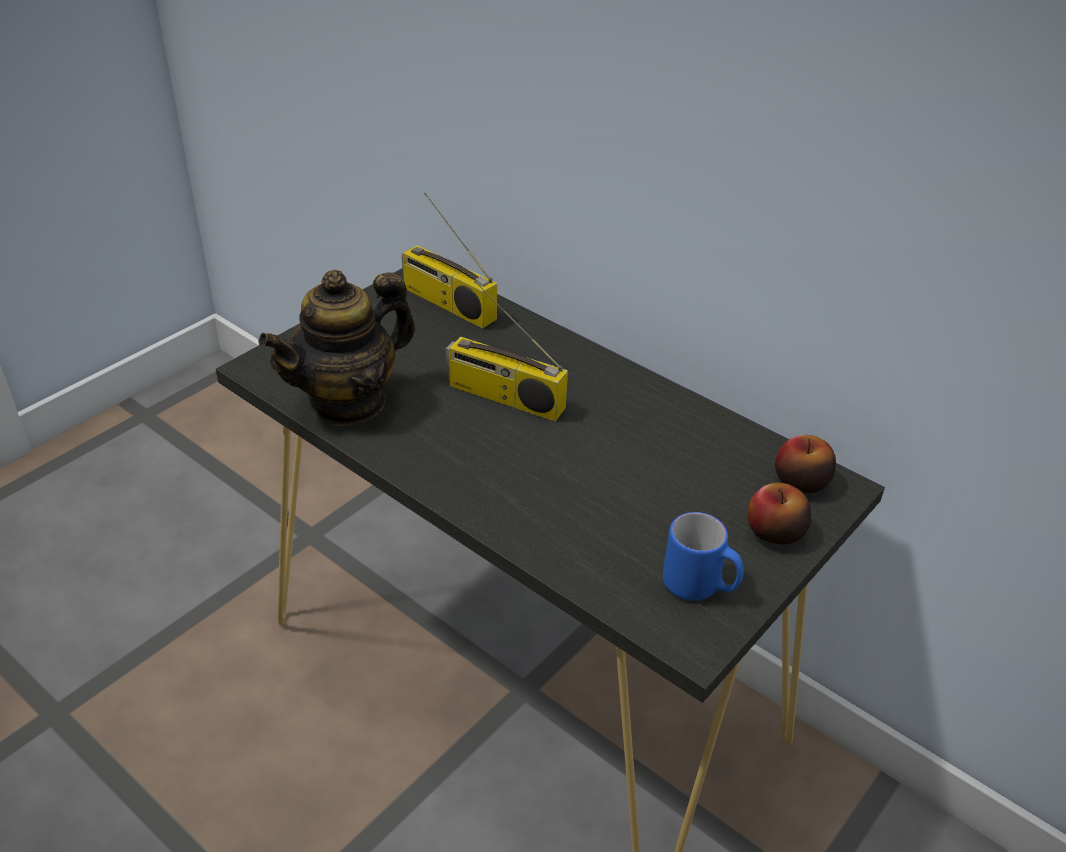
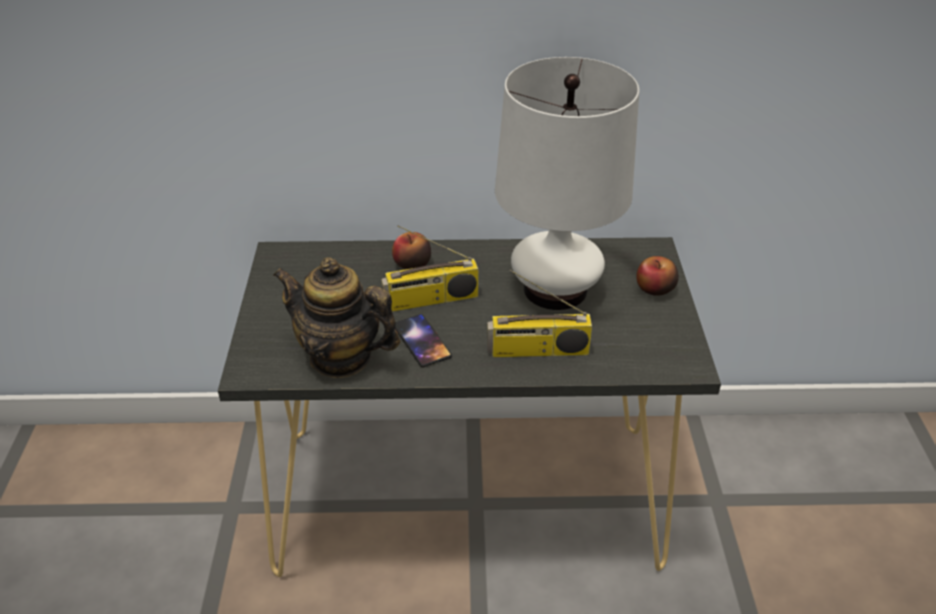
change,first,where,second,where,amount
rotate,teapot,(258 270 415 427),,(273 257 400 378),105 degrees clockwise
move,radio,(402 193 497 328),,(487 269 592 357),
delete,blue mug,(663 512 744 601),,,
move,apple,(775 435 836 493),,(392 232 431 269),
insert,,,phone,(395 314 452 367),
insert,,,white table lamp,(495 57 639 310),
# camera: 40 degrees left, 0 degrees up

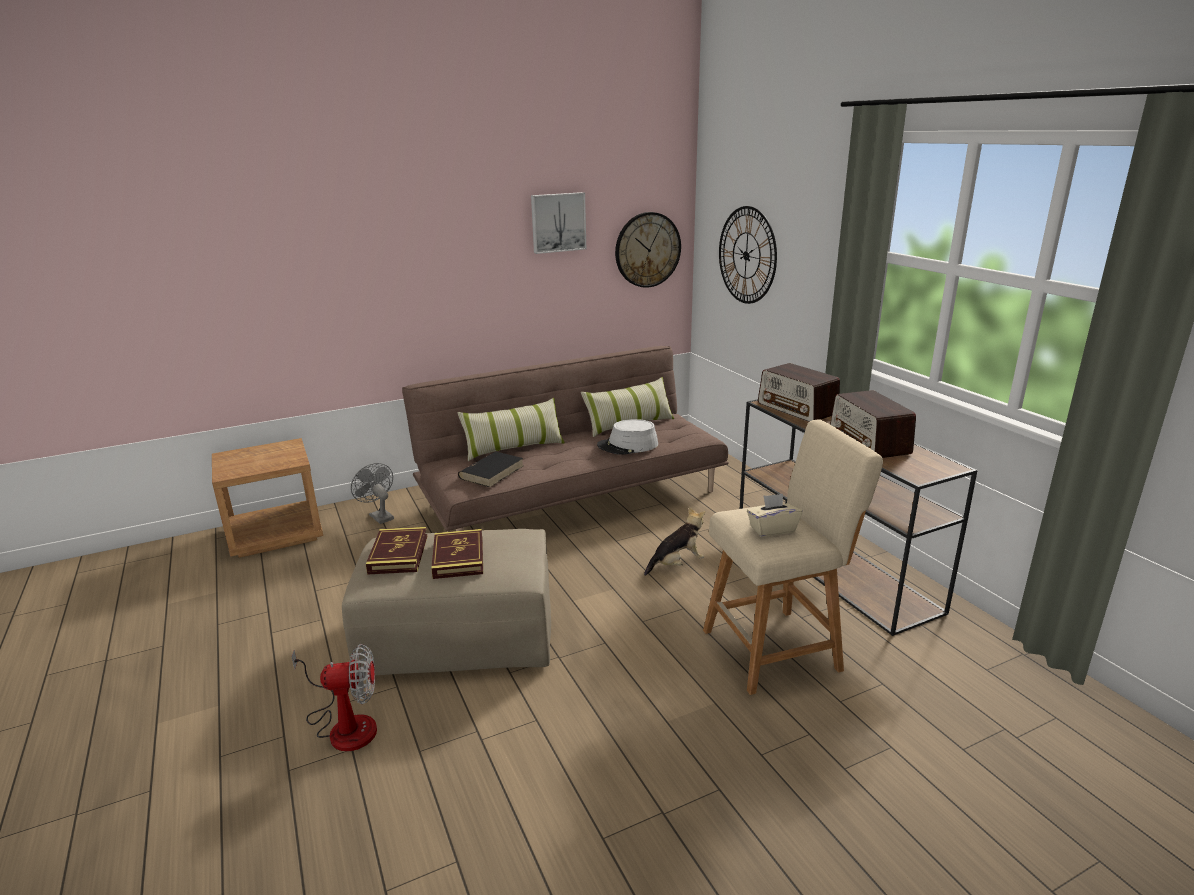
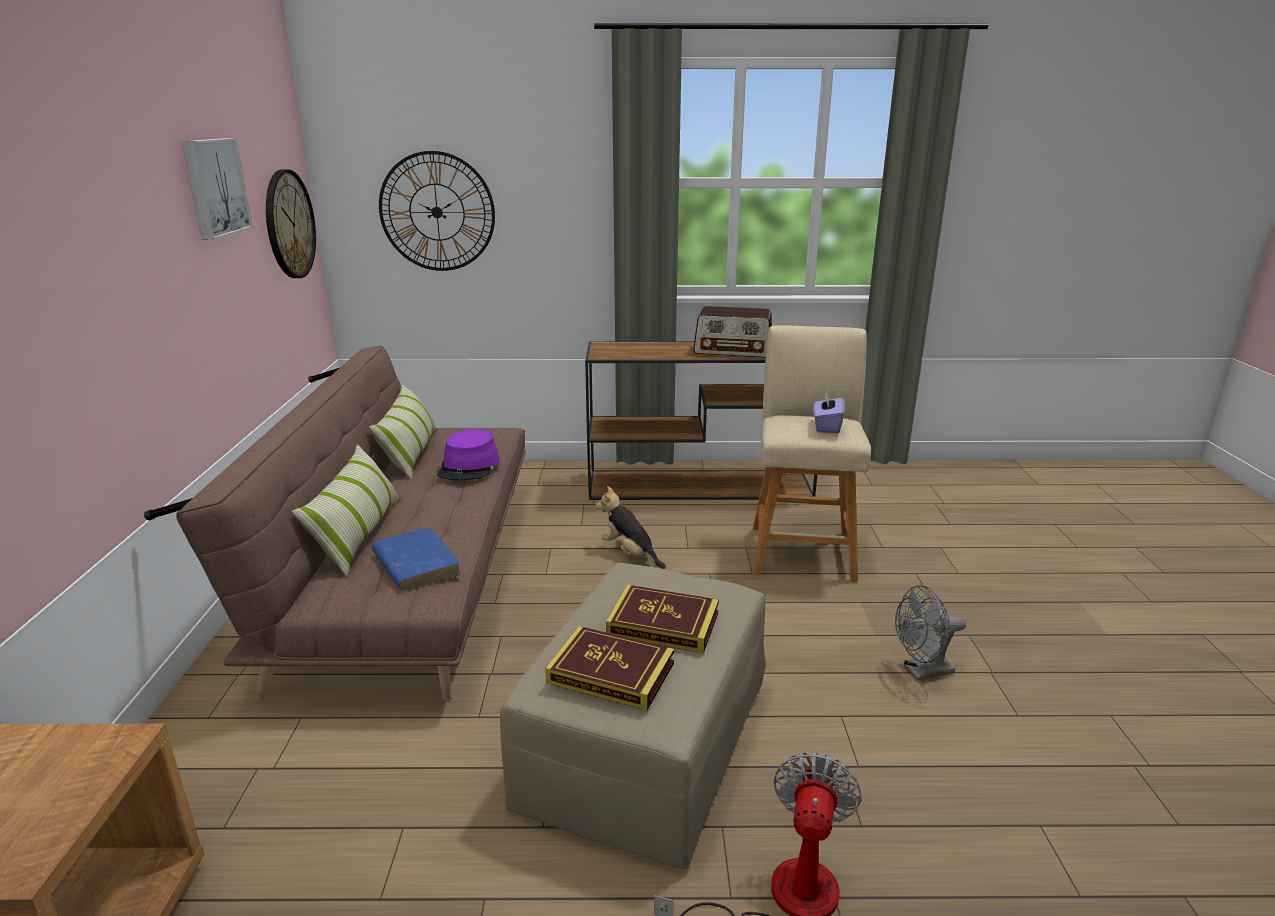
change,first,where,second,where,amount
move,grey fan,(351 463 394 524),,(895 585 966 680),
recolor,black book,(458 452 523 487),blue book,(372 527 461 591),
recolor,grey hat,(597 419 658 455),purple hat,(437 429 500 481),
rotate,plush toy,(644 507 705 576),,(596 486 666 569),45 degrees counterclockwise
recolor,beige tissue box,(747 494 802 537),purple tissue box,(813 391 845 433),
delete,radio,(758 363 840 422),,,
# camera: 65 degrees left, 0 degrees up

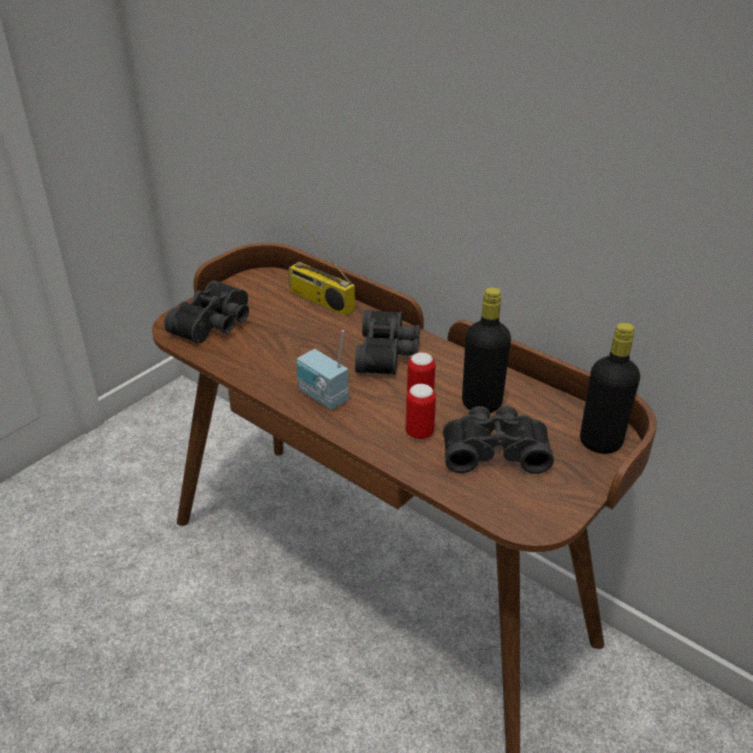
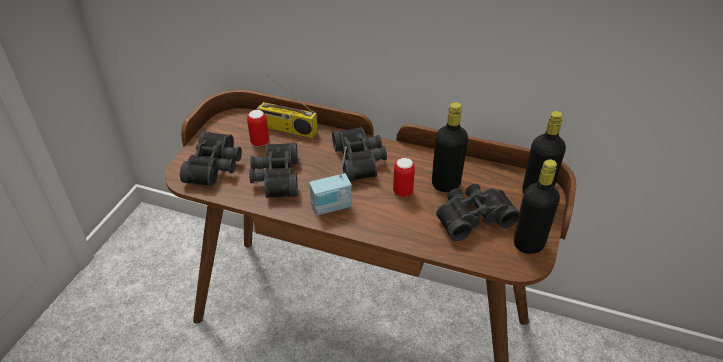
change,first,where,second,where,amount
rotate,radio,(296 330 349 410),,(309 147 352 216),45 degrees counterclockwise
move,can,(405 384 436 440),,(247 110 269 147),
insert,,,black binoculars,(249 143 298 198),
insert,,,black bottle,(514 159 560 254),
# camera: 20 degrees left, 5 degrees up

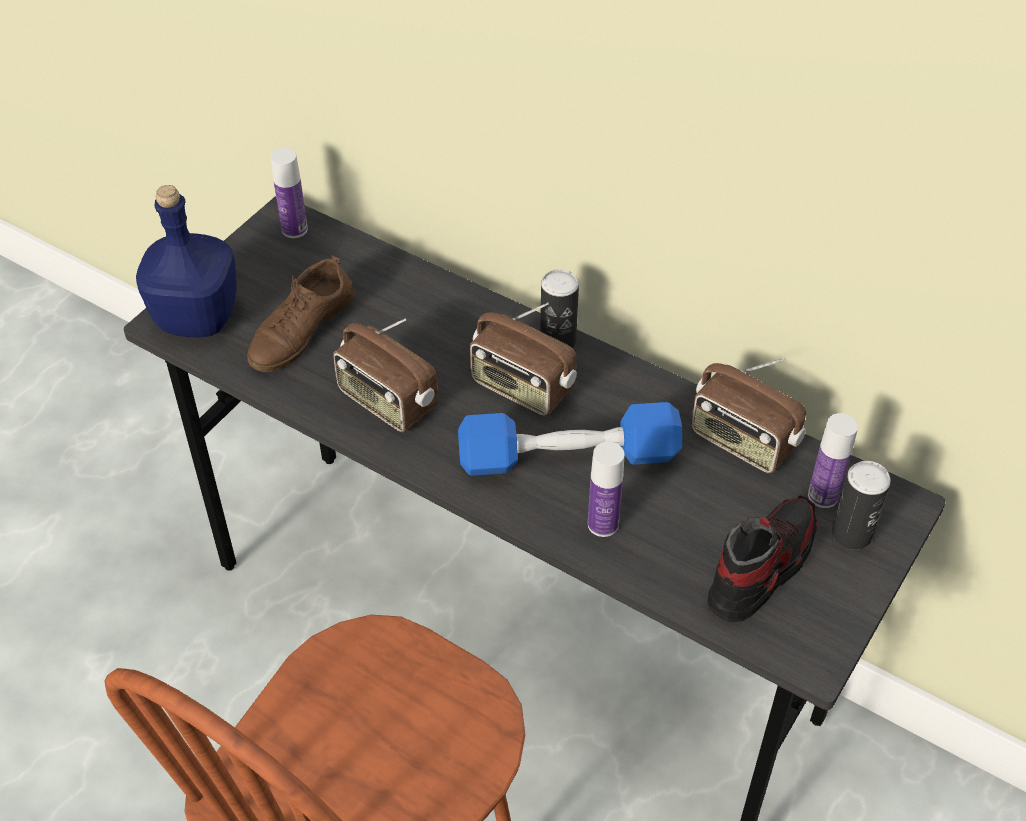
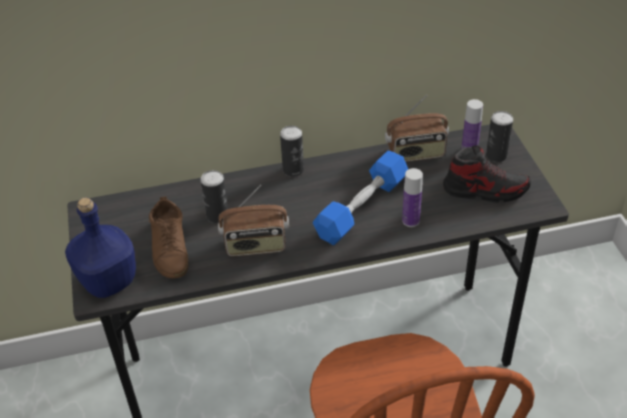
change,first,where,second,where,amount
delete,bottle,(270 148 308 238),,,
delete,radio,(470 302 577 416),,,
rotate,shoe,(707 495 817 622),,(443 145 531 203),105 degrees clockwise
insert,,,can,(200 170 228 223),
# camera: 45 degrees left, 5 degrees down

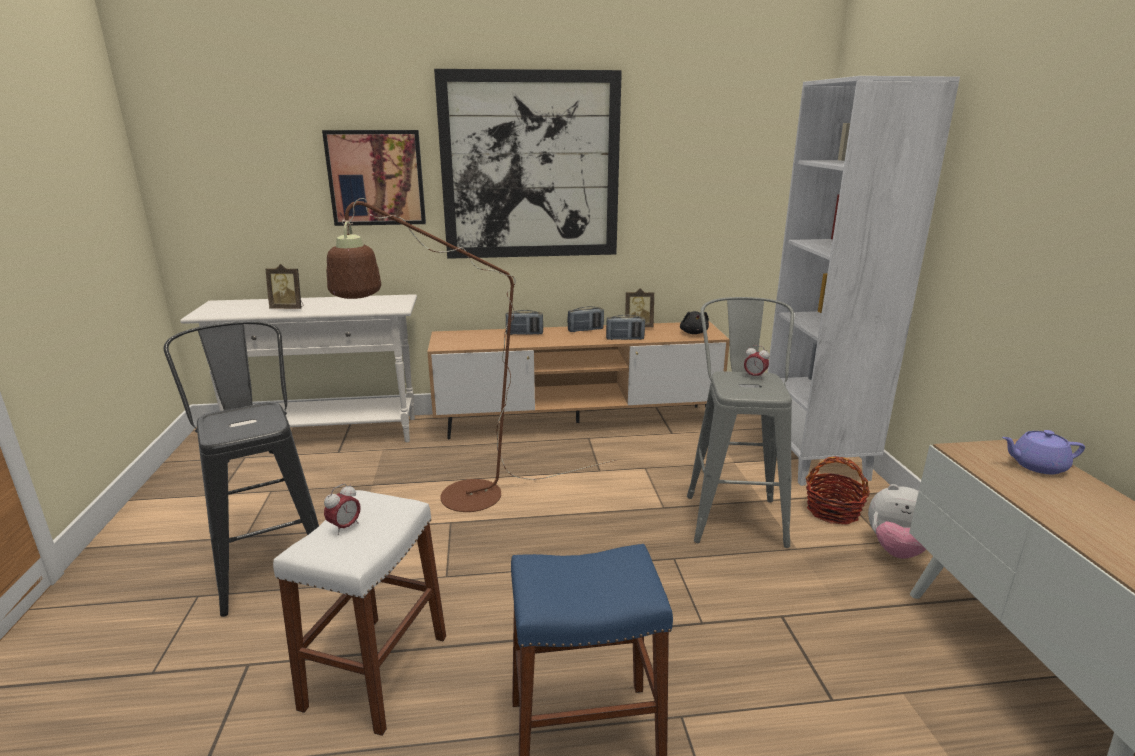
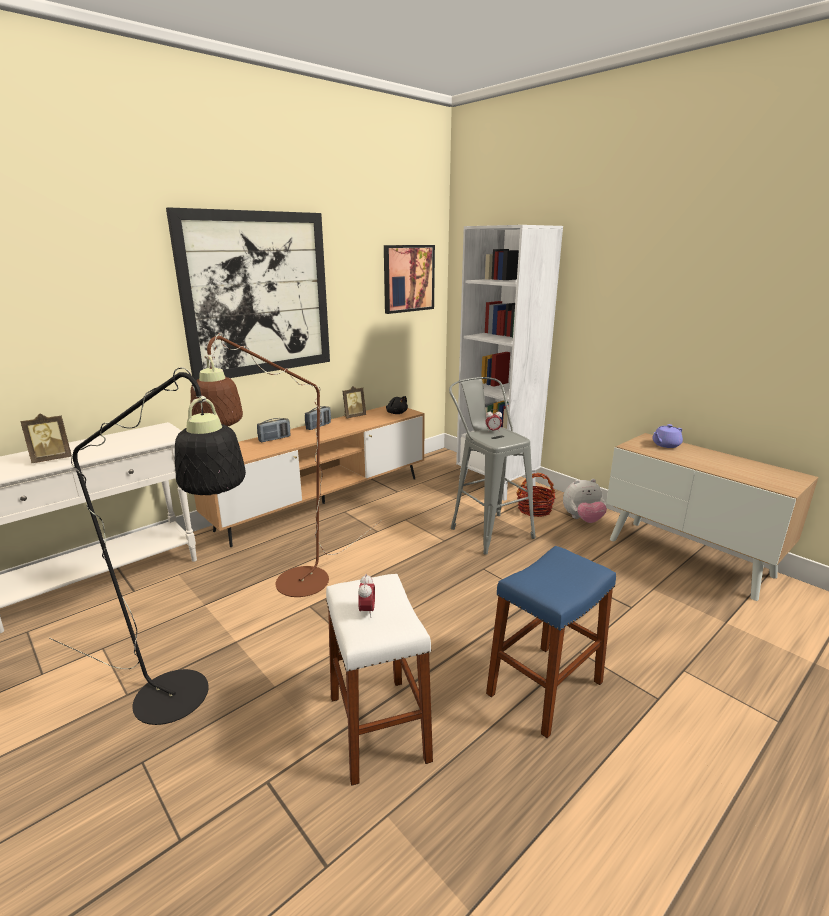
change,first,where,second,where,amount
replace,black stool,(164 321 319 617),black floor lamp,(49 367 246 725),
move,picture,(322 130 426 226),,(384 245 435 314),
delete,radio,(606 315 645 340),,,
# camera: 35 degrees left, 0 degrees up

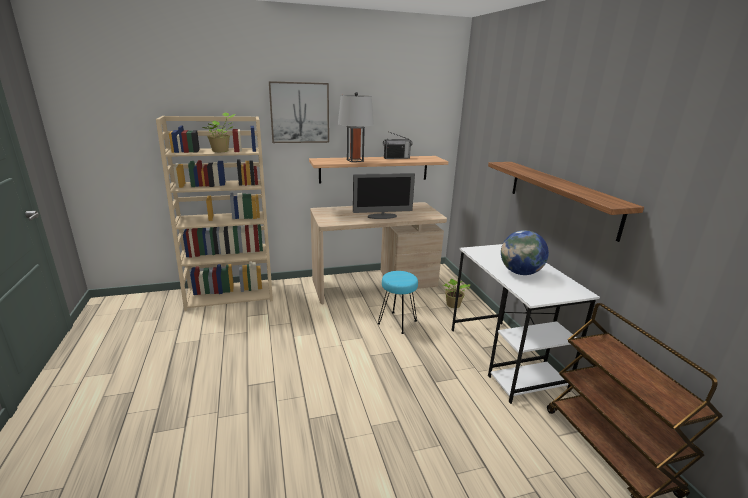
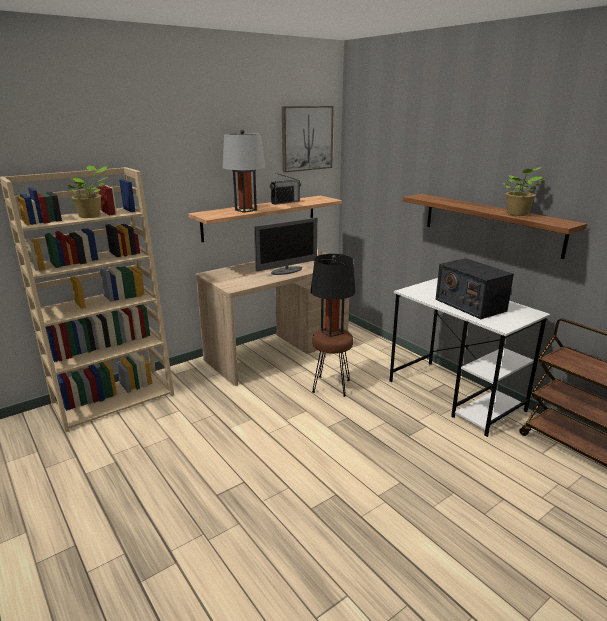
change,first,where,second,where,amount
move,picture,(269 81 329 143),,(282 106 334 173),
recolor,turquoise stool,(378 271 418 334),brown stool,(312 328 353 397),
move,potted plant,(443 279 470 308),,(502 167 545 216),
replace,globe,(501 230 549 275),radio,(435 258 514 319),
insert,,,black table lamp,(311 254 356 337),
# camera: 20 degrees left, 0 degrees up

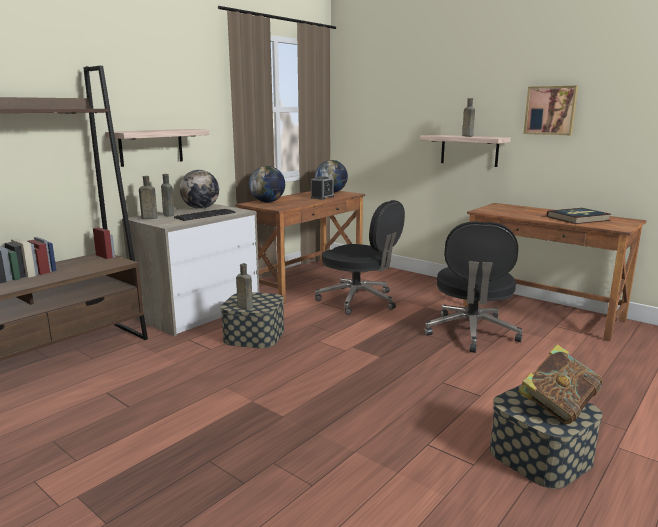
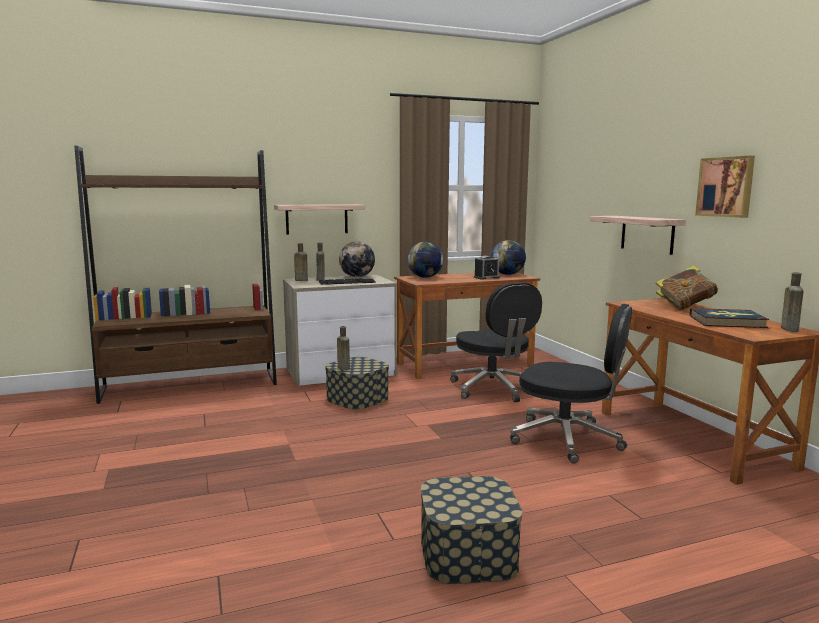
change,first,where,second,where,amount
rotate,black office chair,(424 221 523 353),,(510 304 632 463),105 degrees counterclockwise
move,brown bottle,(462 98 475 137),,(781 272 803 332),
move,book,(518 344 603 424),,(656 265 718 310),
# camera: 30 degrees right, 5 degrees down

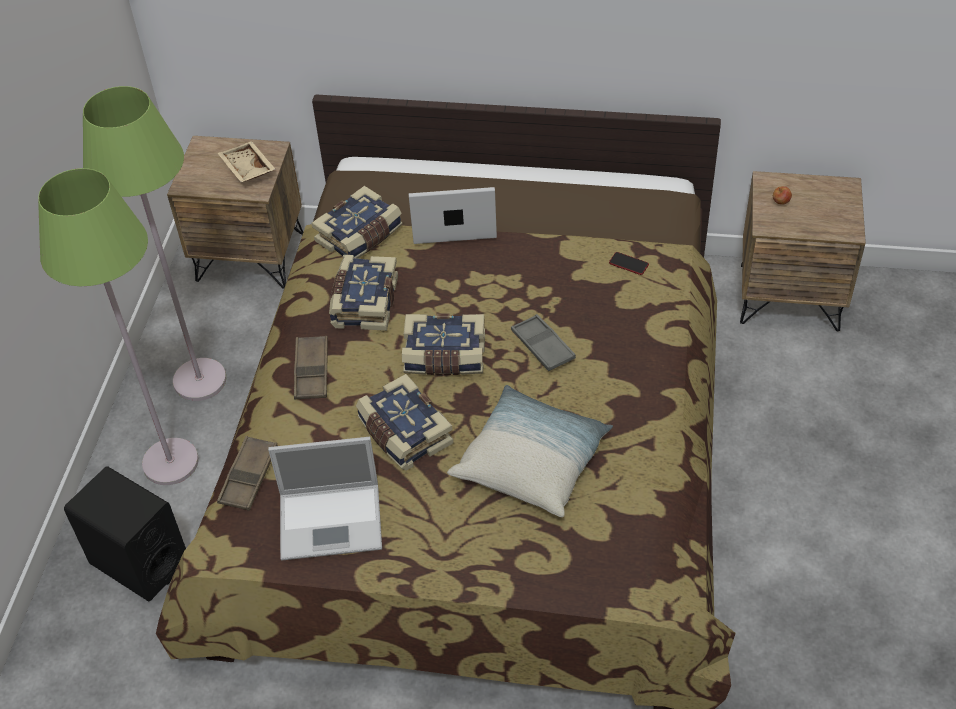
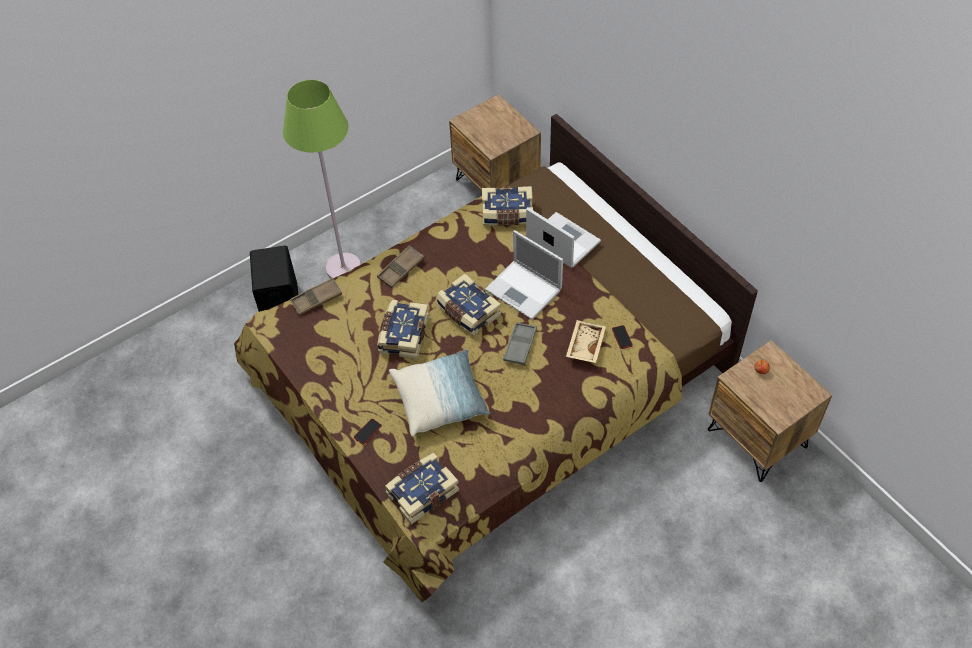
change,first,where,second,where,amount
delete,green floor lamp,(83 86 226 401),,,
move,beige tray,(218 141 276 182),,(566 320 606 363),
move,laptop,(268 437 382 561),,(485 230 563 320),
move,book,(329 255 398 331),,(384 453 459 524),
insert,,,phone,(354 419 382 444),
# camera: 45 degrees right, 5 degrees up

